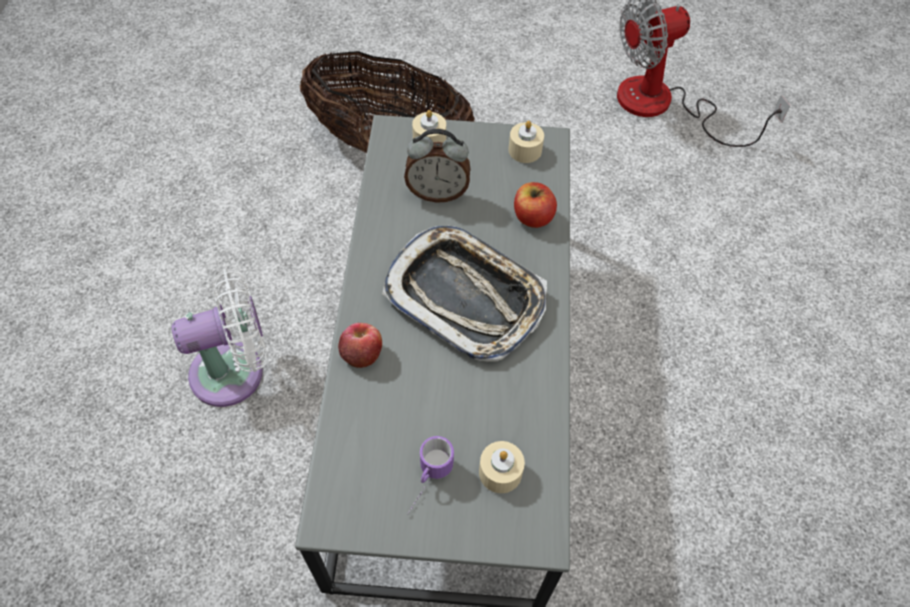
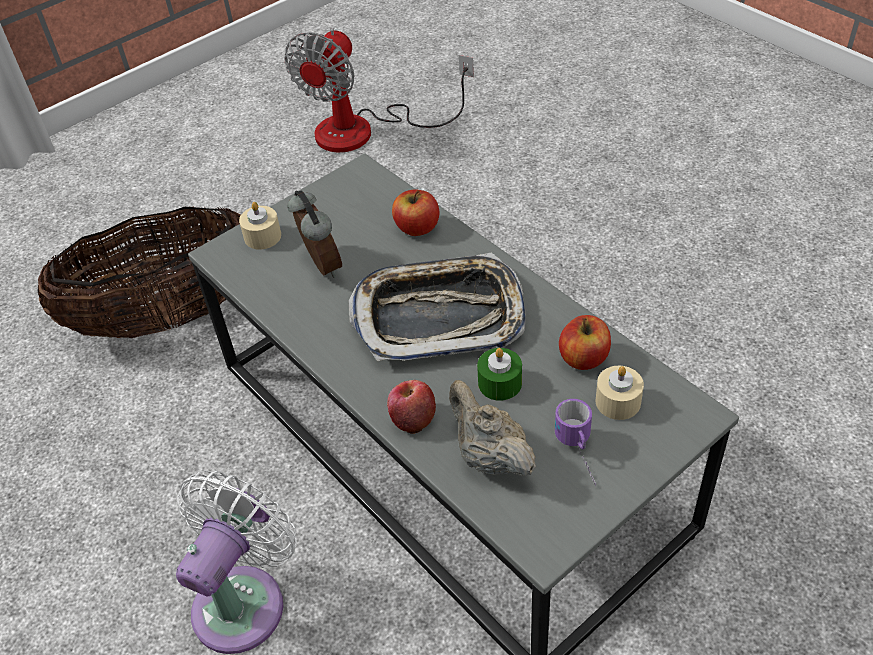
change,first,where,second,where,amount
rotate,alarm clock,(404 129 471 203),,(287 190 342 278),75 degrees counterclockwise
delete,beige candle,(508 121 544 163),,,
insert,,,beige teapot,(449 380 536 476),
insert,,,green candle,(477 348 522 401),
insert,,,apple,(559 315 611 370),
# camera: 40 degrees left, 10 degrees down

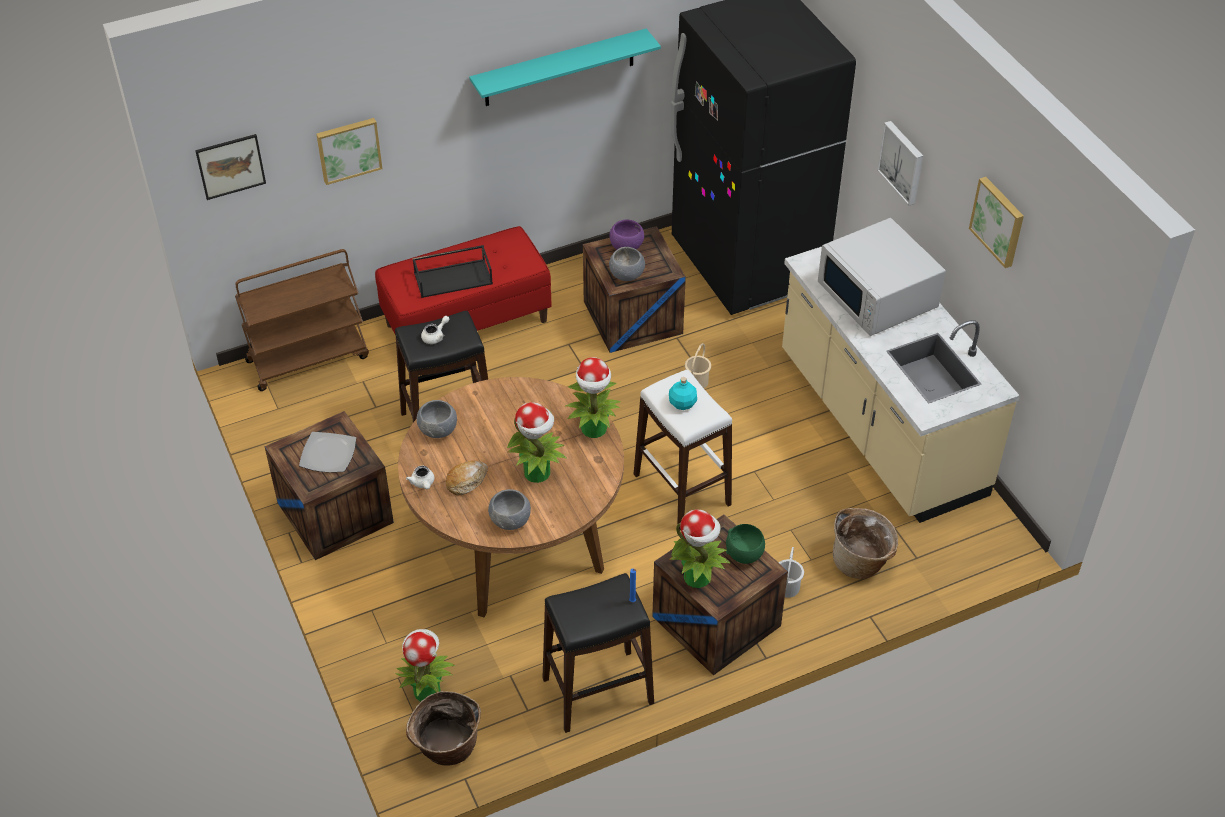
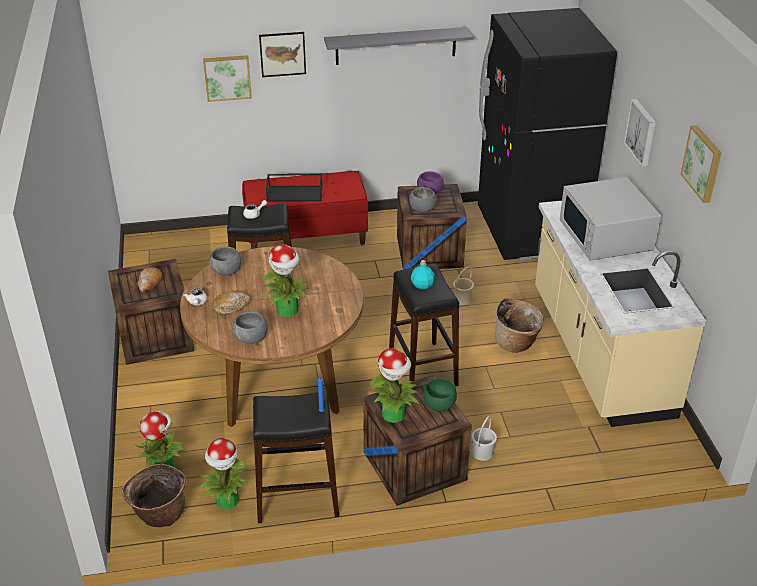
change,first,where,second,where,amount
move,picture,(195 134 266 200),,(259 32 306 77),
delete,brown cart,(235 249 369 391),,,
replace,plate,(299 432 356 473),bread,(137 267 162 292),
recolor,turquoise shelf,(469 29 661 106),grey shelf,(324 27 473 65),
move,potted plant,(565 357 620 438),,(198 438 248 509),
recolor,white stool,(634 370 732 530),black stool,(389 264 459 387),
move,basket,(833 508 898 579),,(495 298 544 353),
# camera: 15 degrees right, 10 degrees down

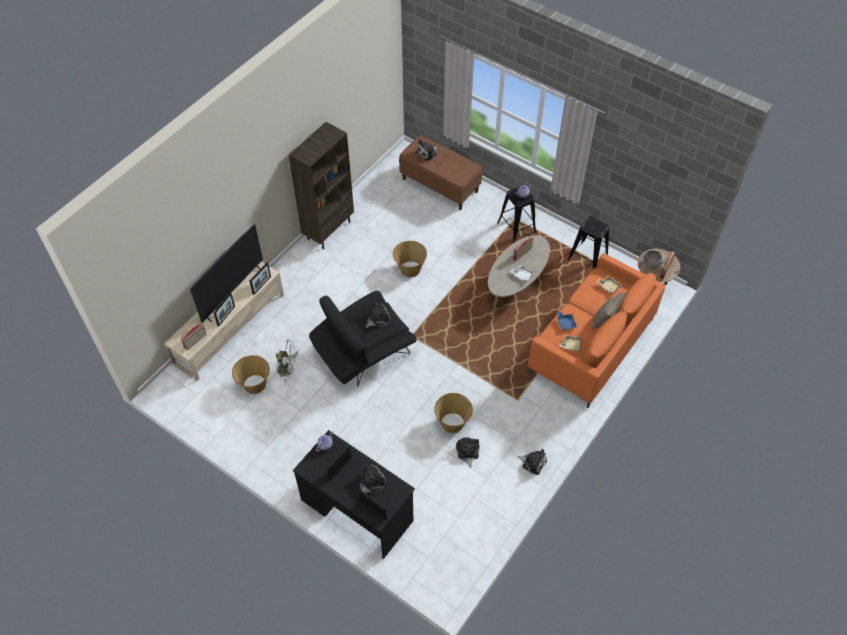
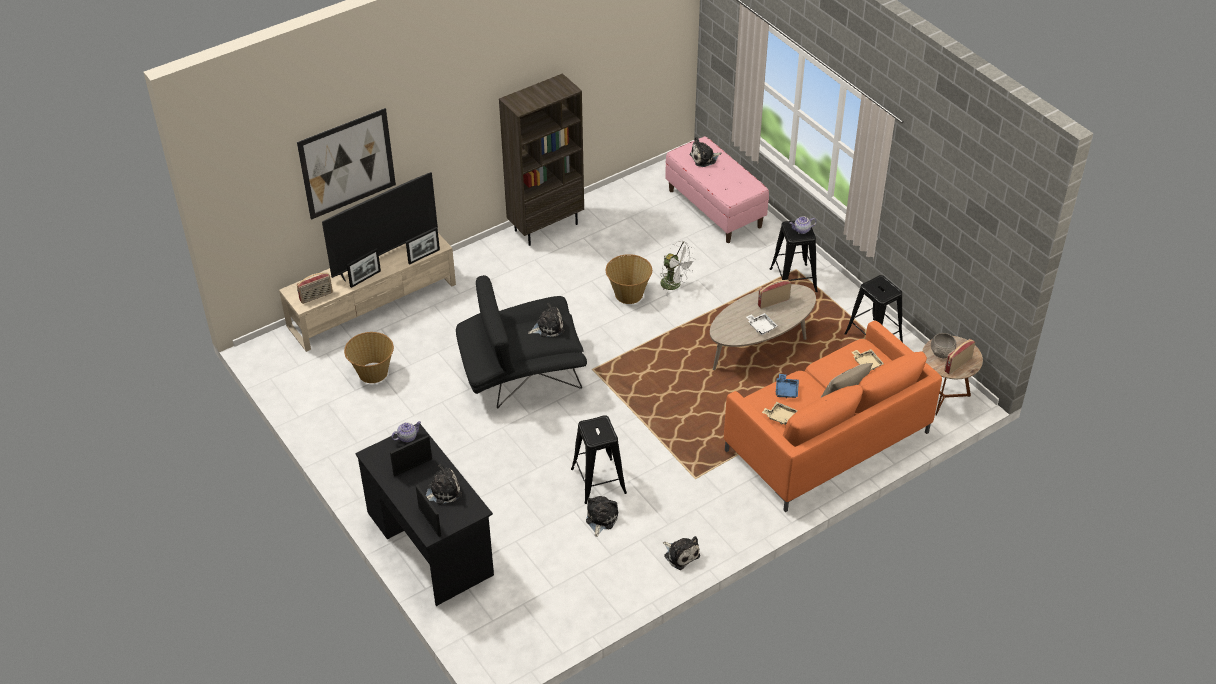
change,first,where,second,where,amount
move,white fan,(275 340 301 383),,(660 241 696 296),
recolor,brown bench,(399 135 483 210),pink bench,(665 136 769 243),
replace,basket,(434 393 473 433),black stool,(571 415 627 504),
insert,,,picture,(297 108 396 220),
# camera: 20 degrees right, 10 degrees down

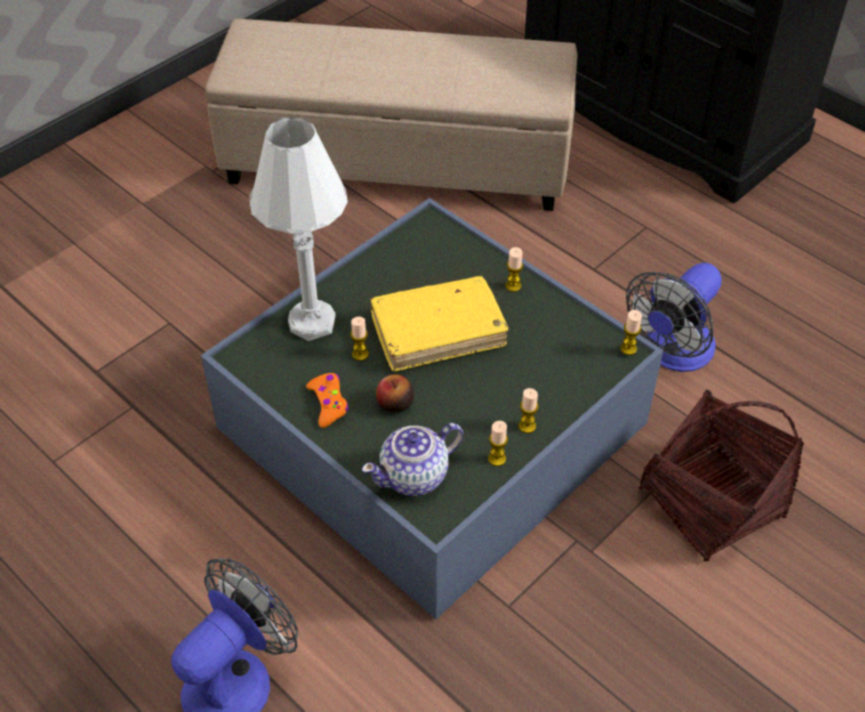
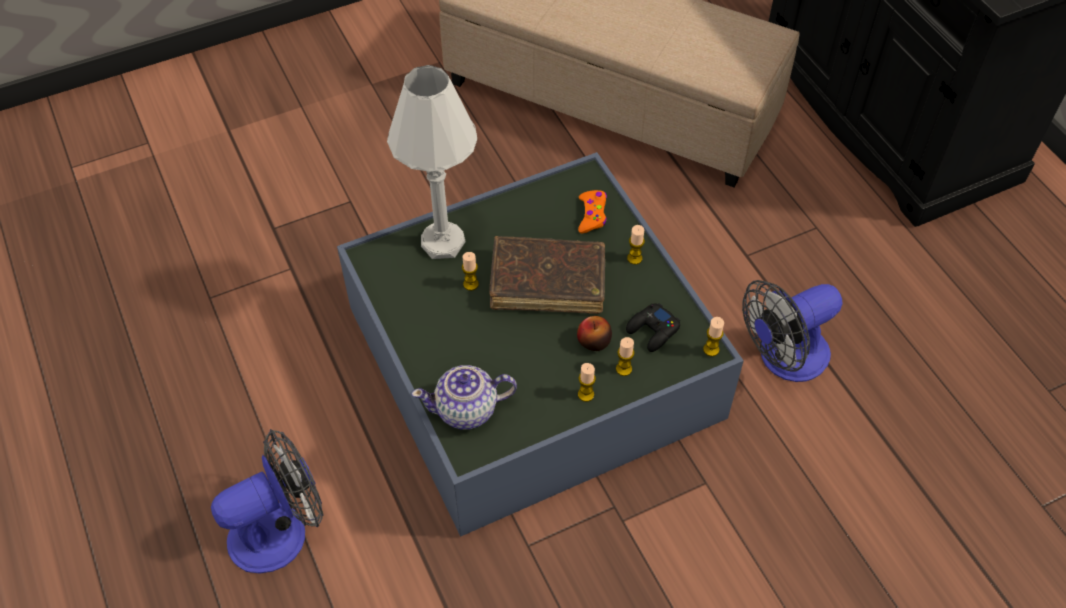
change,first,where,second,where,amount
move,orange game controller,(306 373 348 428),,(578 190 607 234),
recolor,yellow book,(370 276 509 372),brown book,(489 236 605 314),
move,apple,(376 374 414 412),,(577 316 612 351),
move,candle,(488 421 508 466),,(616 337 634 376),
delete,basket,(639 390 804 561),,,
insert,,,black game controller,(626 303 680 352),
# camera: 20 degrees right, 5 degrees up

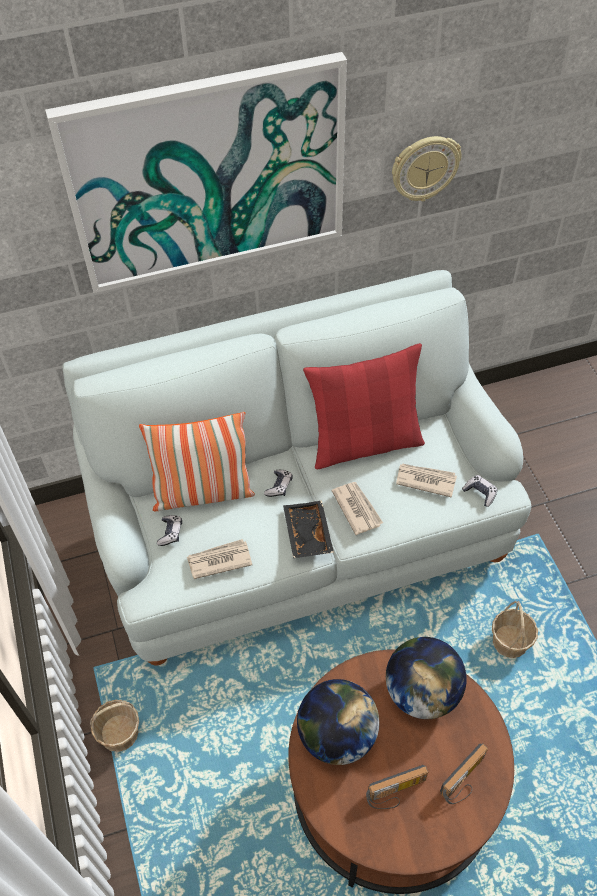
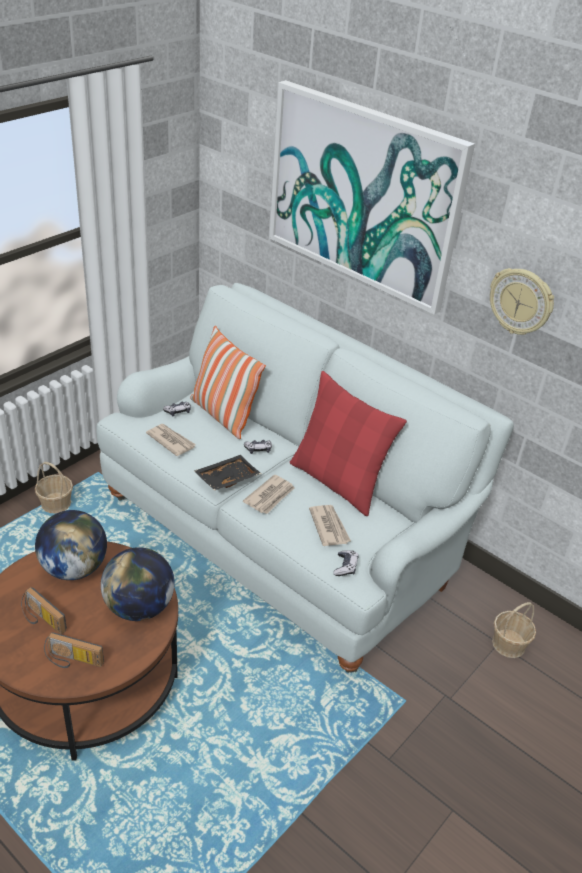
change,first,where,second,where,amount
move,basket,(492 601 538 658),,(492 602 536 658),
# camera: 55 degrees right, 15 degrees down

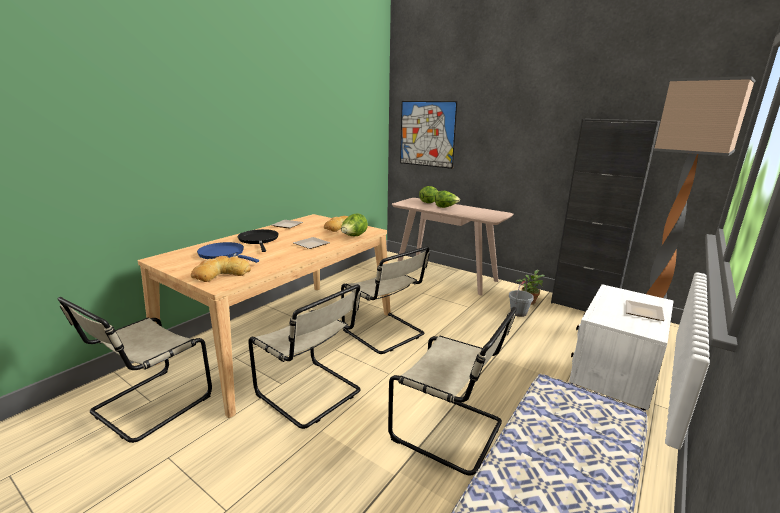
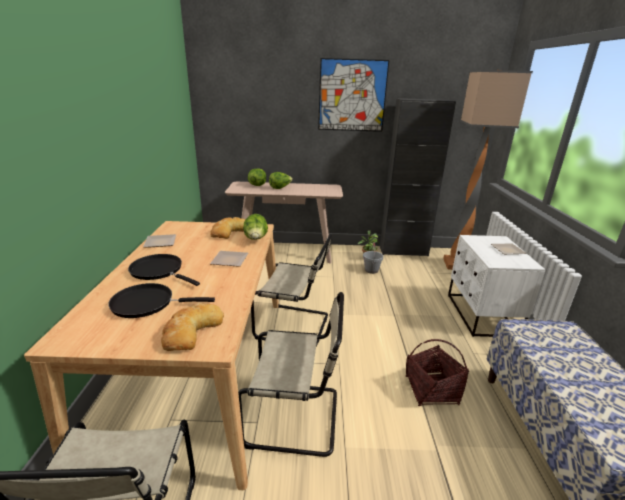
change,first,where,second,where,amount
recolor,blue frying pan,(197 242 259 263),black frying pan,(108 283 215 318),
replace,beige chair,(388 307 517 476),basket,(406 339 469 406),
move,picture,(400 101 458 169),,(318 58 389 132),
# camera: 35 degrees left, 5 degrees up

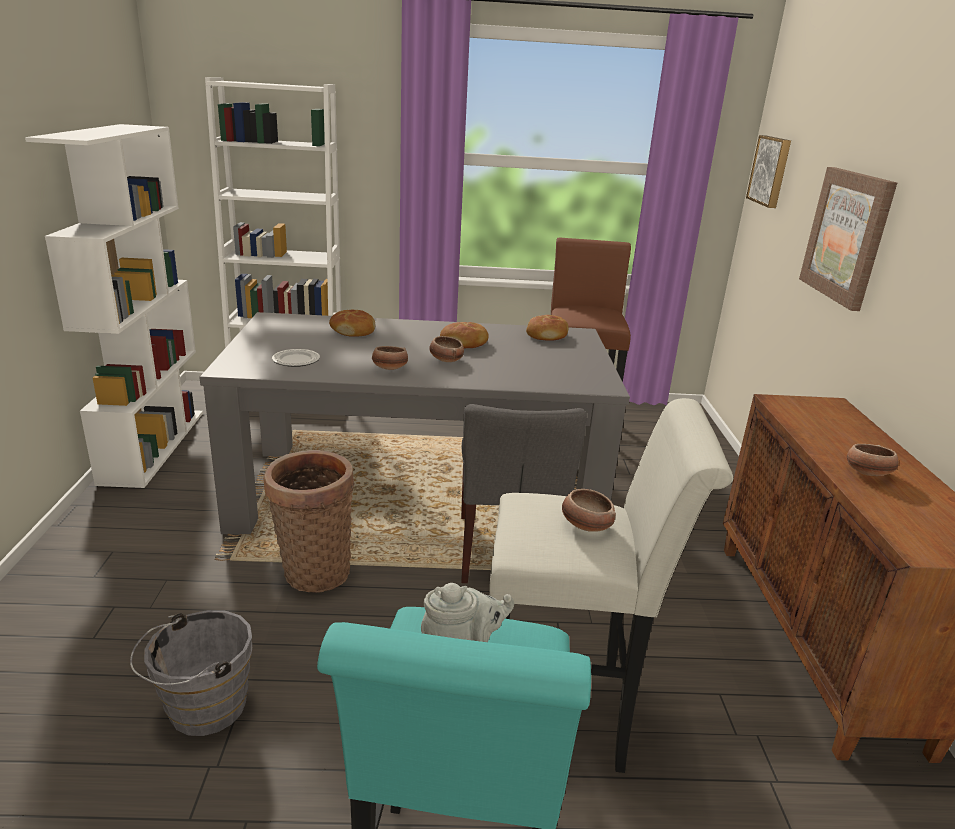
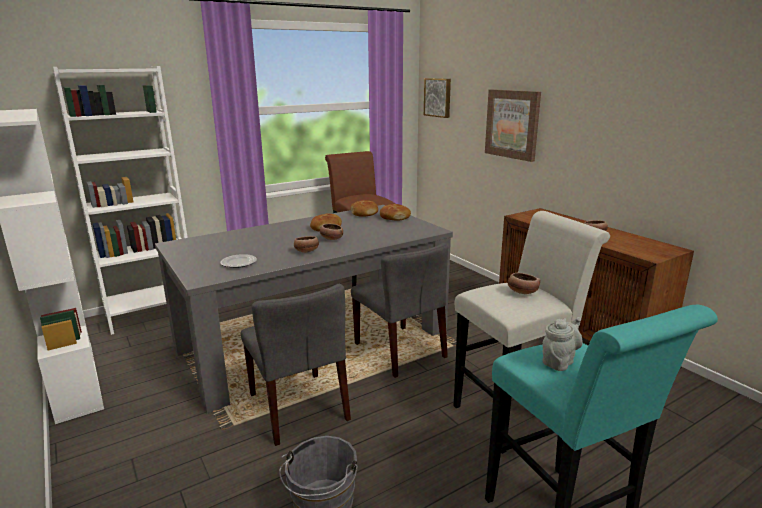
change,first,where,second,where,amount
replace,basket,(263 450 355 593),grey chair,(241 284 351 446),
move,bread,(329 310 375 337),,(380 204 411 220),
# camera: 30 degrees left, 5 degrees down

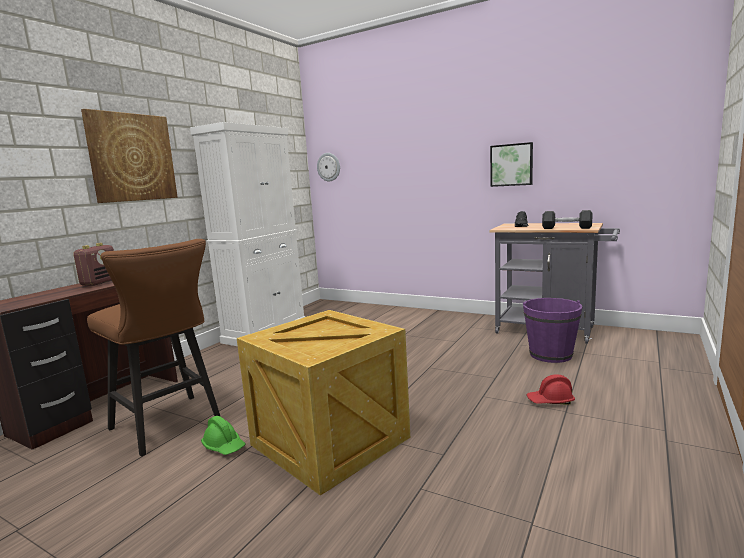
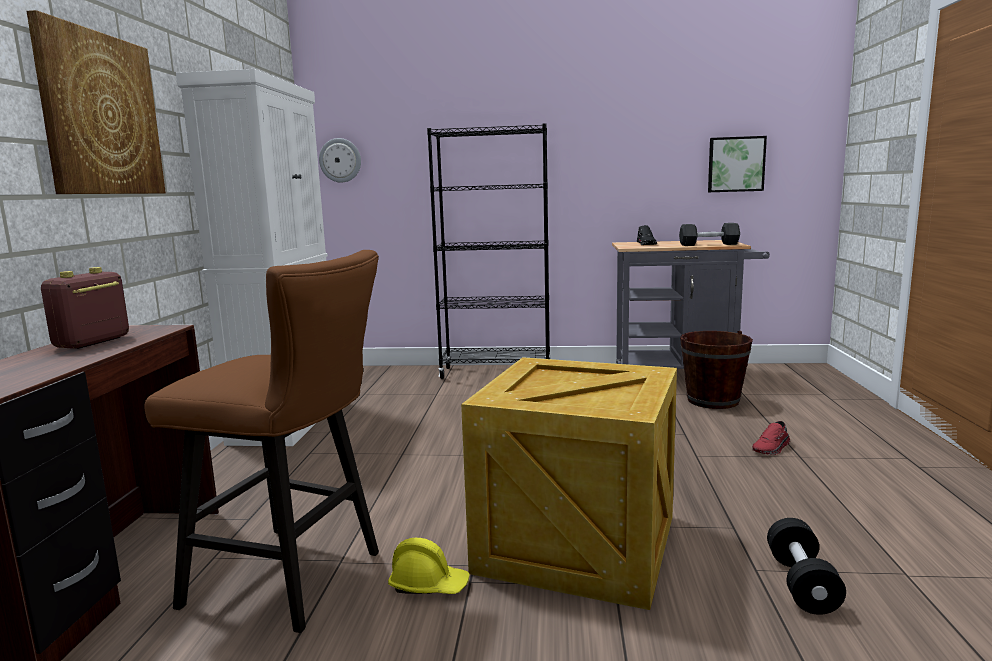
change,first,where,second,where,amount
rotate,radio,(73 243 114 286),,(41 267 129 349),150 degrees counterclockwise
recolor,green hard hat,(201 416 246 455),yellow hard hat,(388 538 470 594),
move,picture,(490 142 533 187),,(708 136 767 192),
recolor,purple bucket,(523 298 583 363),brown bucket,(680 331 753 409),
replace,red hard hat,(527 374 575 405),red shoe,(752 421 790 455),
insert,,,black bookcase,(427 123 551 379),
insert,,,black dumbbell,(767 518 846 615),
# camera: 25 degrees left, 0 degrees up

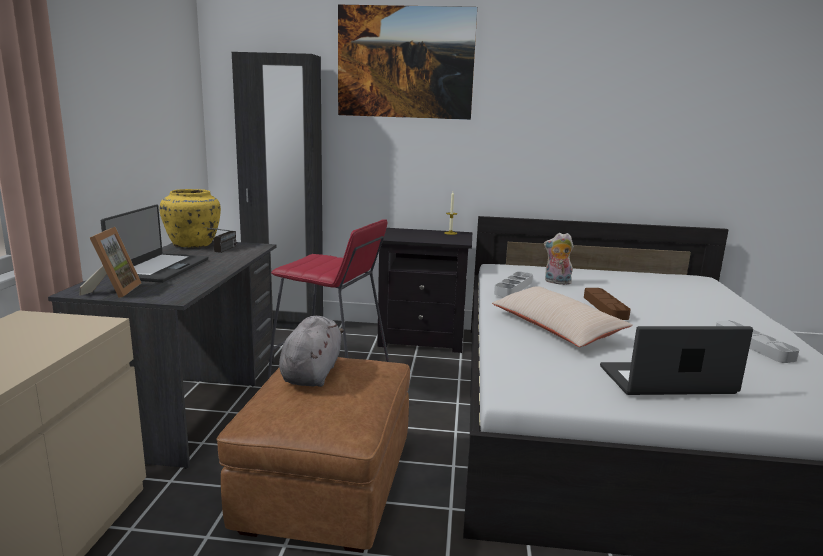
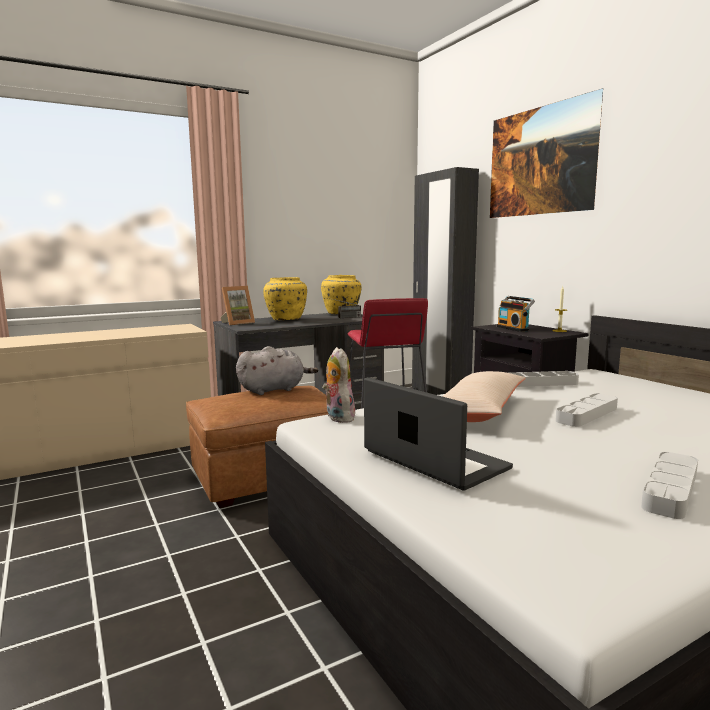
change,first,where,second,where,amount
replace,laptop,(101 205 208 283),yellow vase,(263 277 307 320),
move,plush toy,(544 233 574 285),,(322 347 356 423),
recolor,brown tray,(584 288 631 320),grey tray,(556 393 618 427),
insert,,,radio,(497 296 535 332),
# camera: 55 degrees right, 5 degrees down

